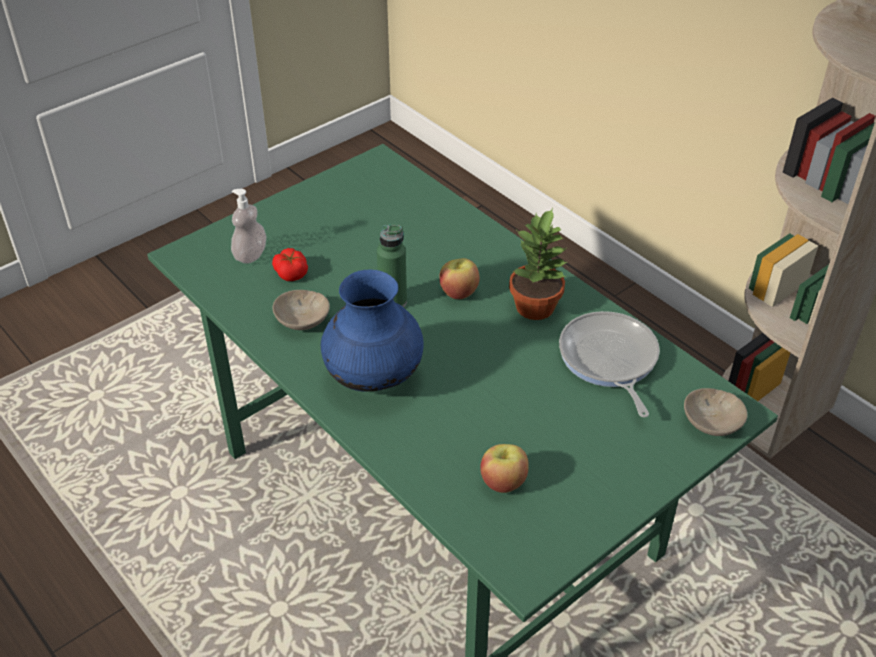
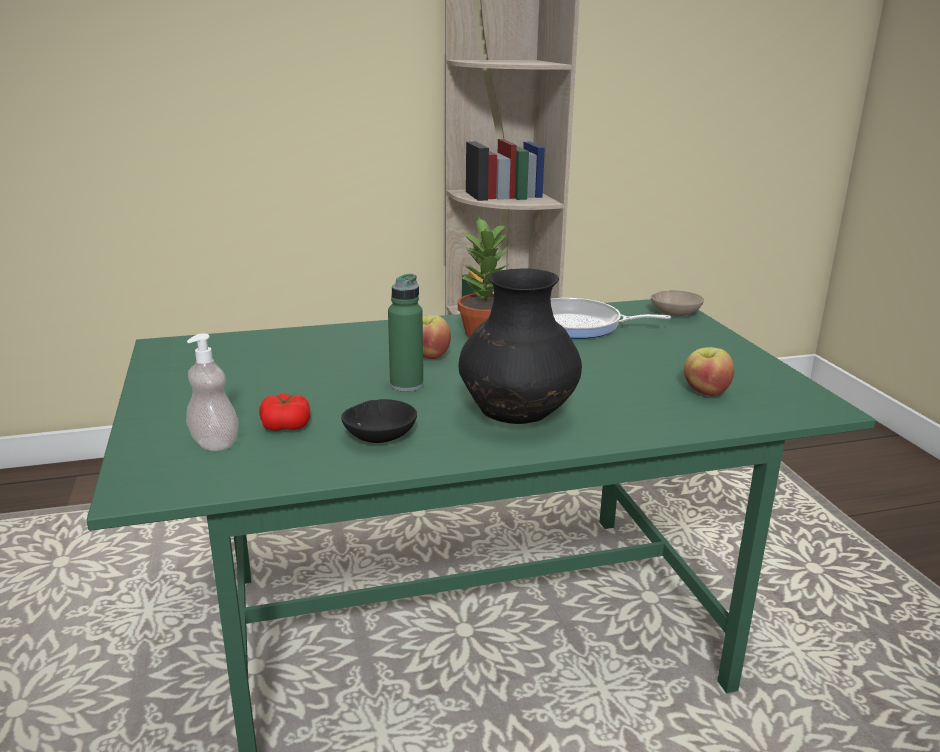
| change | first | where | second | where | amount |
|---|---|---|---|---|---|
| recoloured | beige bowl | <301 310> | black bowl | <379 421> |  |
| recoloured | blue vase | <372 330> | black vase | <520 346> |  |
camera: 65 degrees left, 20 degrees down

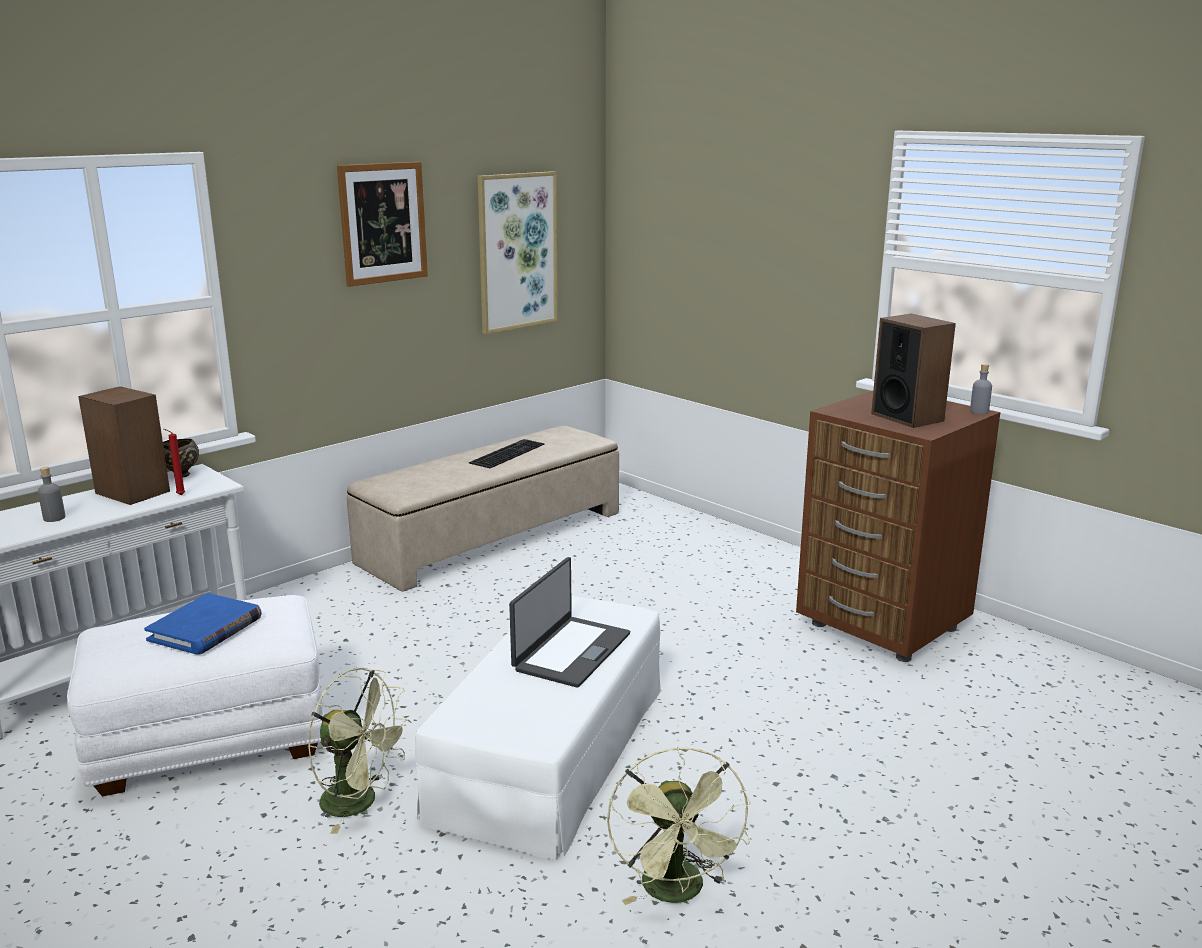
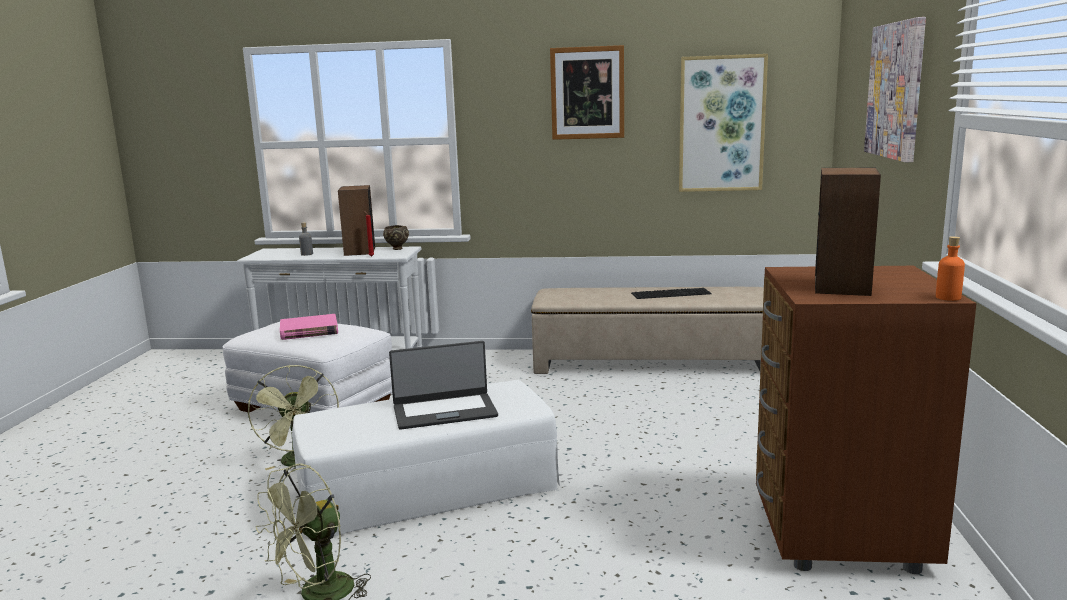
| change | first | where | second | where | amount |
|---|---|---|---|---|---|
| recoloured | blue book | <203 624> | pink book | <309 327> |  |
| added |  |  | picture | <895 89> |  |
| recoloured | grey bottle | <981 389> | orange bottle | <950 268> |  |
camera: 50 degrees right, 5 degrees down

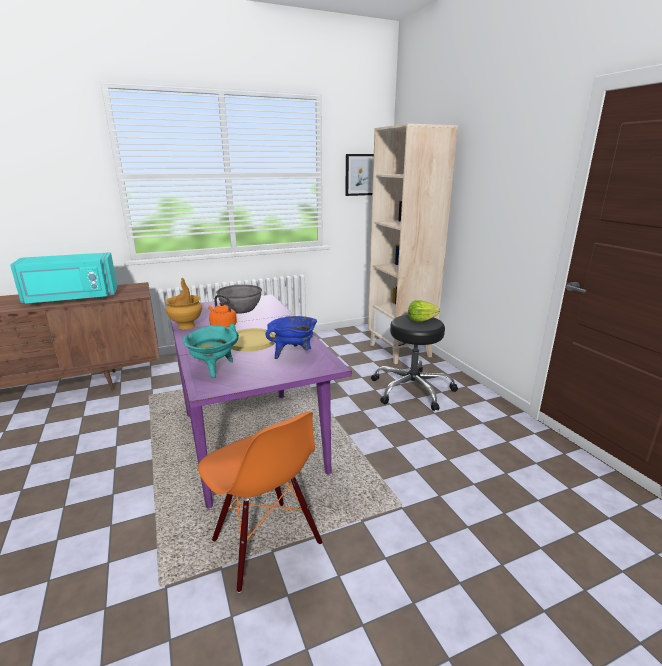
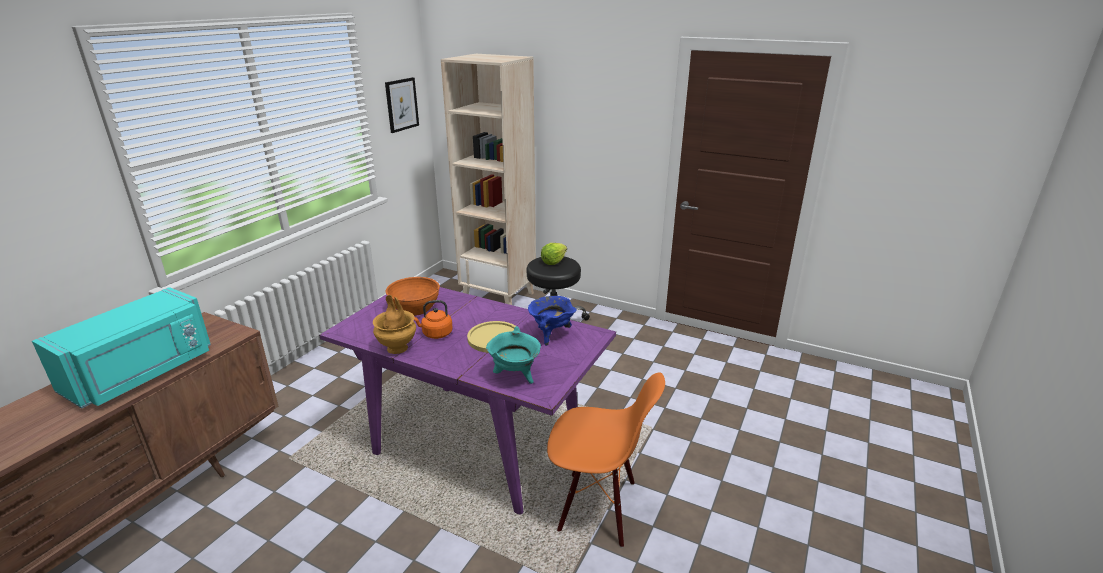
| change | first | where | second | where | amount |
|---|---|---|---|---|---|
| recoloured | grey bowl | <239 299> | orange bowl | <413 296> |  |
camera: 40 degrees left, 5 degrees up

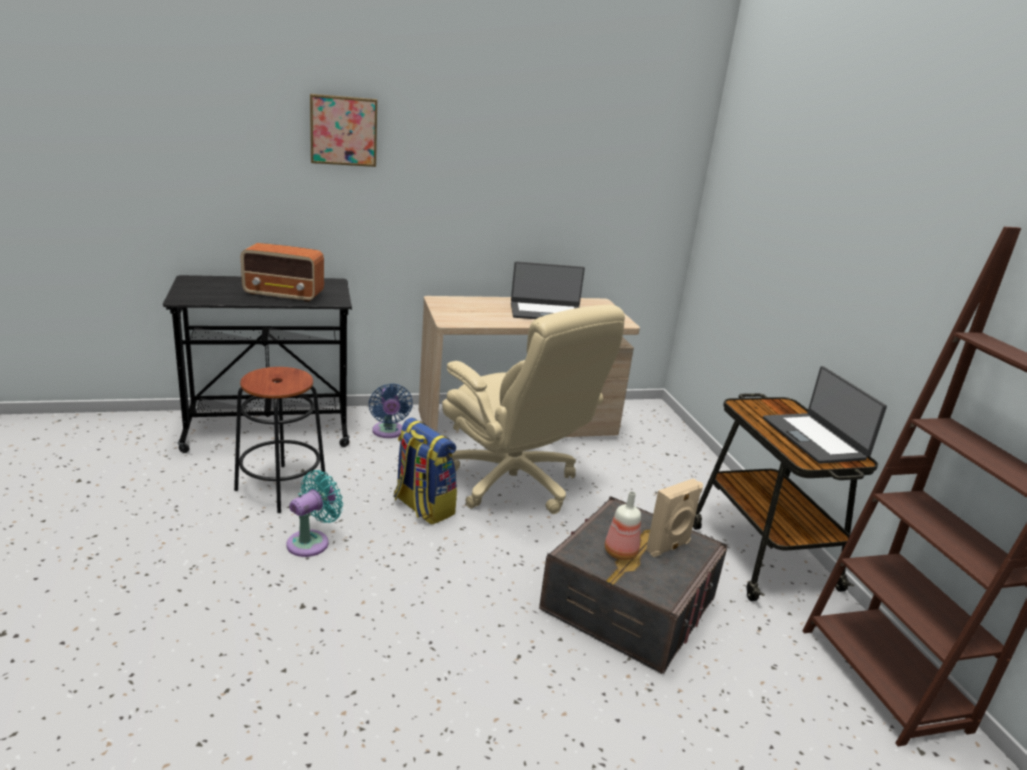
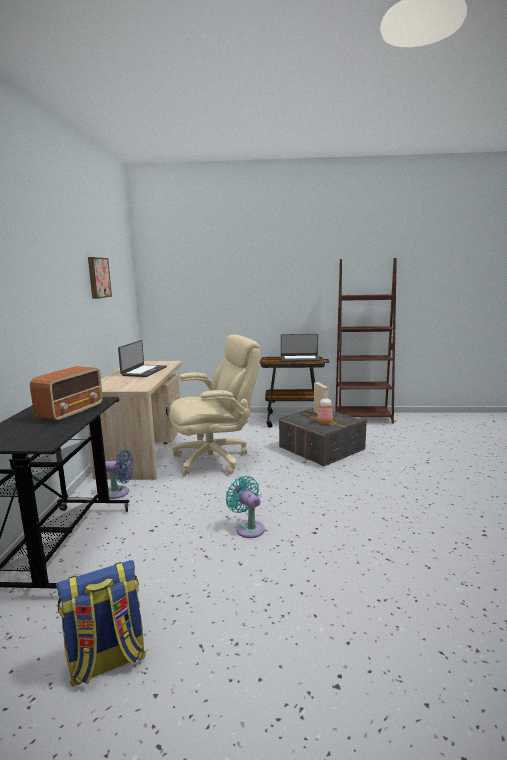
| change | first | where | second | where | amount |
|---|---|---|---|---|---|
| moved | backpack | <425 471> |  | <101 623> |  |
| moved | picture | <343 130> |  | <100 278> |  |
| removed | black stool | <280 440> |  |  |  |
camera: 70 degrees left, 10 degrees down

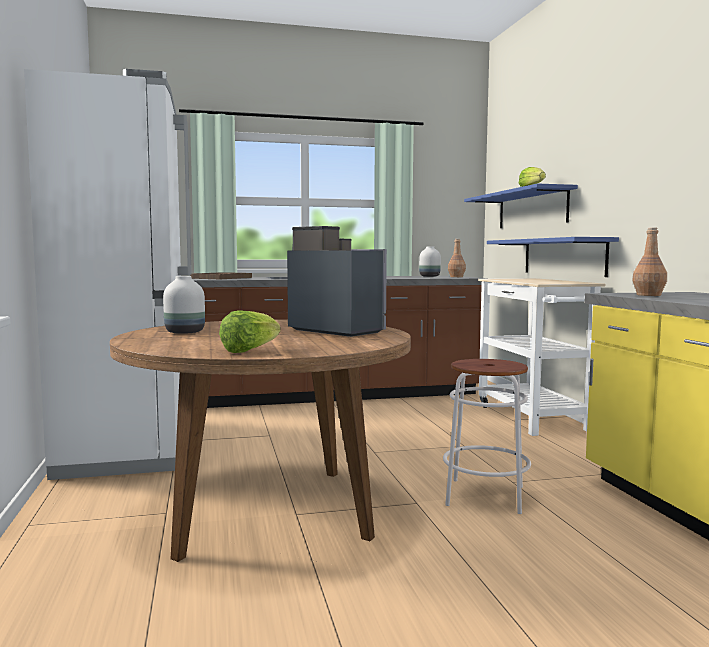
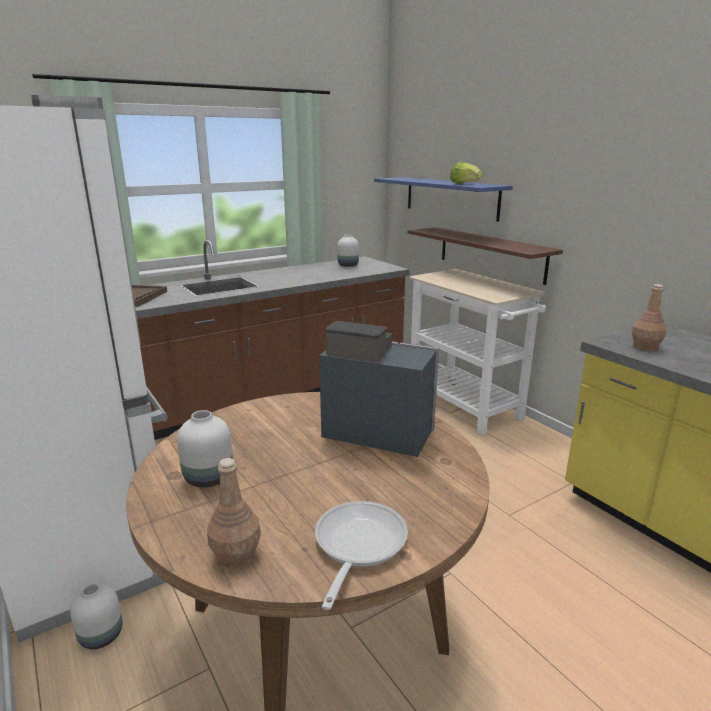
| change | first | where | second | where | amount |
|---|---|---|---|---|---|
| added |  |  | white vase | <96 616> |  |
| moved | brown bottle | <457 258> |  | <234 513> |  |
| replaced | lettuce | <250 331> | frying pan | <361 555> |  |
| recoloured | blue shelf | <553 257> | brown shelf | <485 256> |  |
| removed | white stool | <487 436> |  |  |  |
camera: 20 degrees left, 15 degrees up

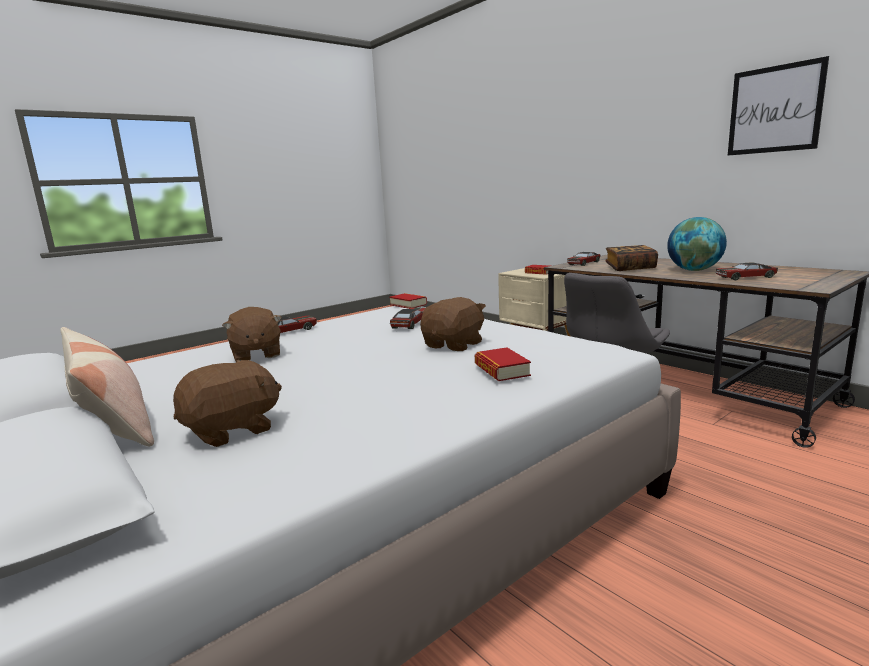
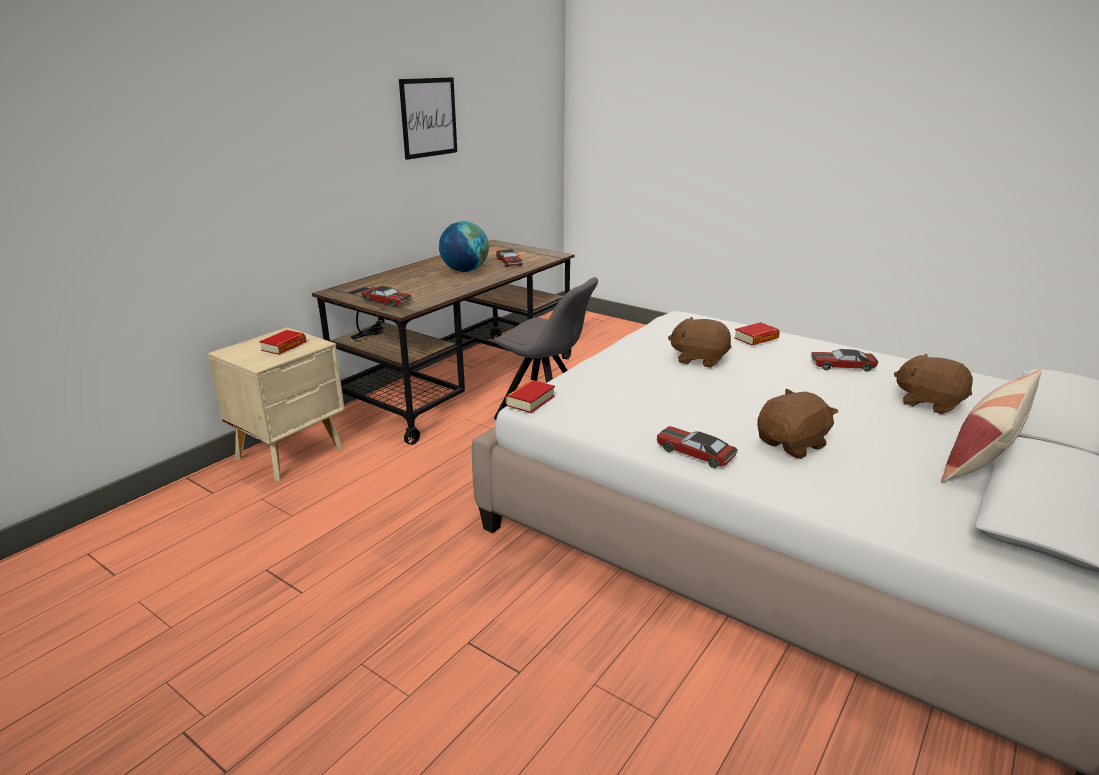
| change | first | where | second | where | amount |
|---|---|---|---|---|---|
| moved | toy car | <407 318> |  | <844 360> |  |
| removed | book | <631 258> |  |  |  |
camera: 105 degrees left, 10 degrees up

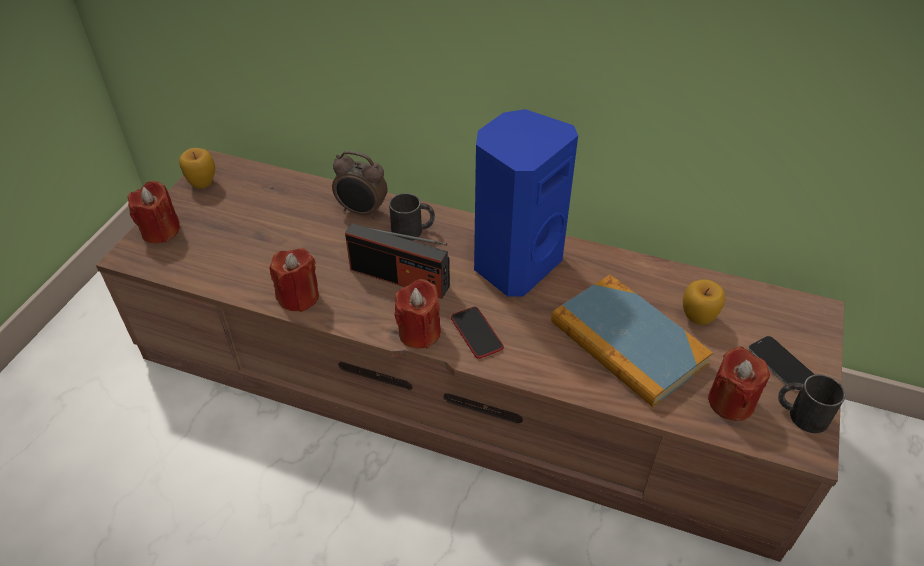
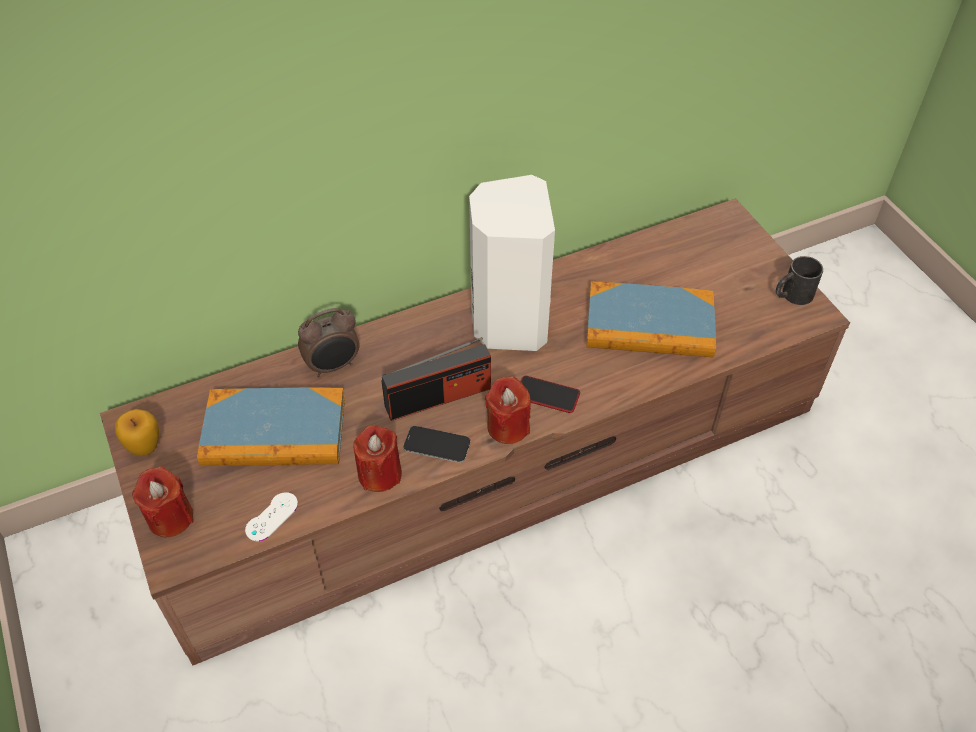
| change | first | where | second | where | amount |
|---|---|---|---|---|---|
| added |  |  | book | <271 427> |  |
| added |  |  | white game controller | <271 516> |  |
| moved | phone | <781 363> |  | <436 444> |  |
| recoloured | blue speaker | <526 203> | white speaker | <512 263> |  |
| removed | black mug | <412 217> |  |  |  |
| removed | apple | <704 302> |  |  |  |
| removed | red candle | <739 383> |  |  |  |
camera: 45 degrees left, 5 degrees up

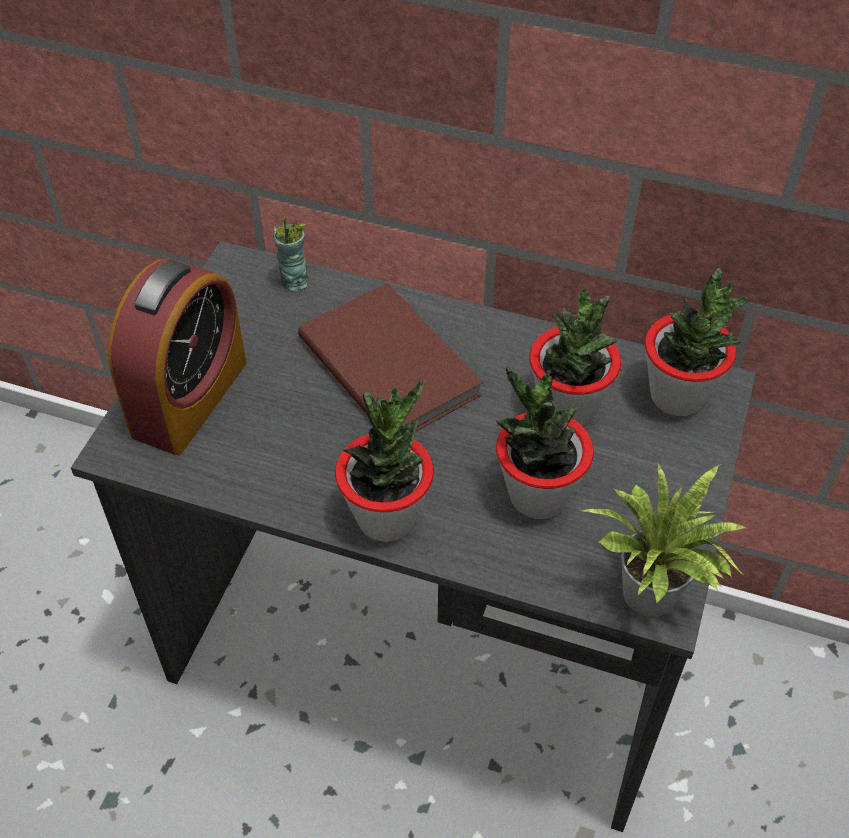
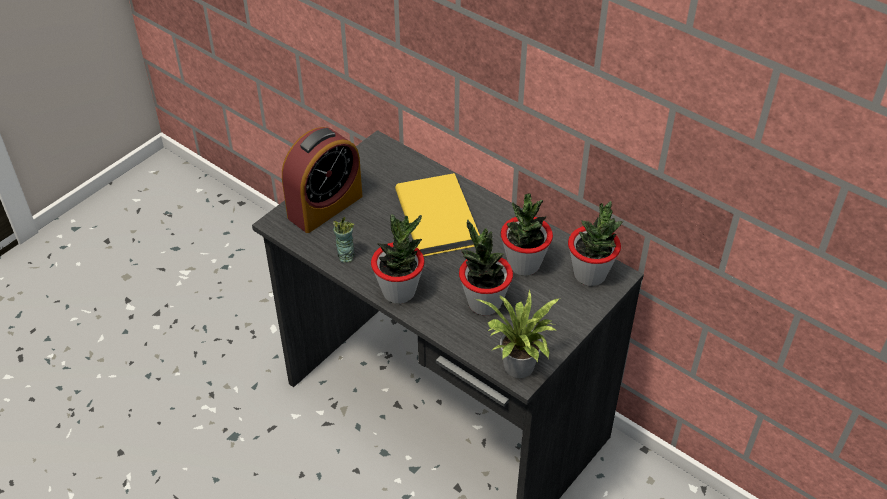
| change | first | where | second | where | amount |
|---|---|---|---|---|---|
| moved | cup | <290 254> |  | <344 240> |  |
| recoloured | brown book | <390 357> | yellow book | <437 214> |  |
camera: 20 degrees right, 5 degrees down

